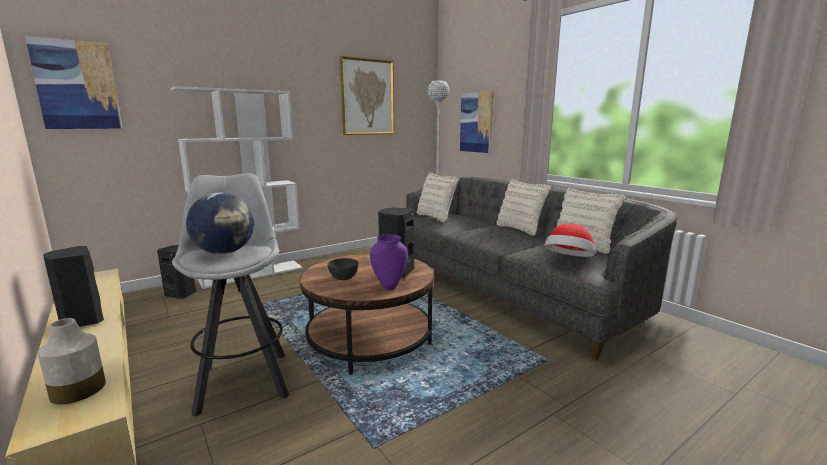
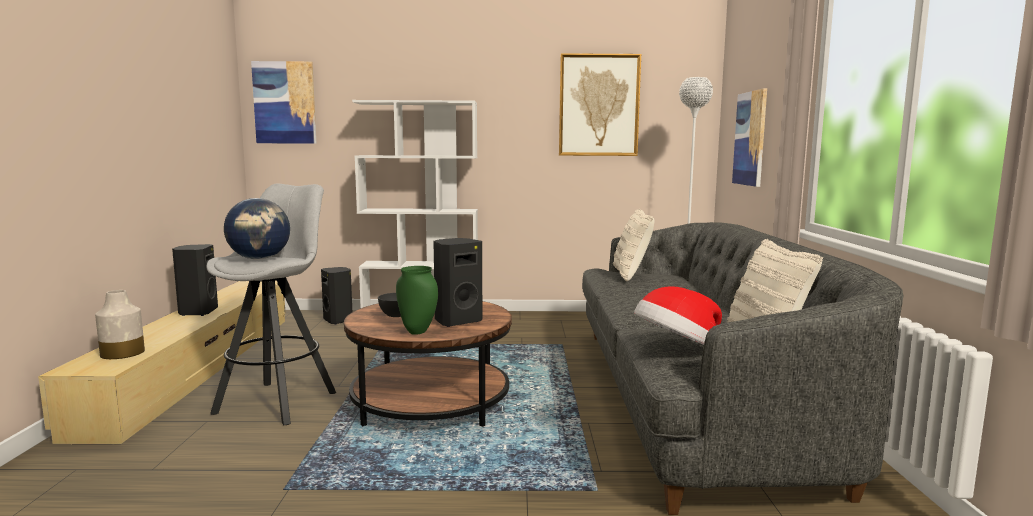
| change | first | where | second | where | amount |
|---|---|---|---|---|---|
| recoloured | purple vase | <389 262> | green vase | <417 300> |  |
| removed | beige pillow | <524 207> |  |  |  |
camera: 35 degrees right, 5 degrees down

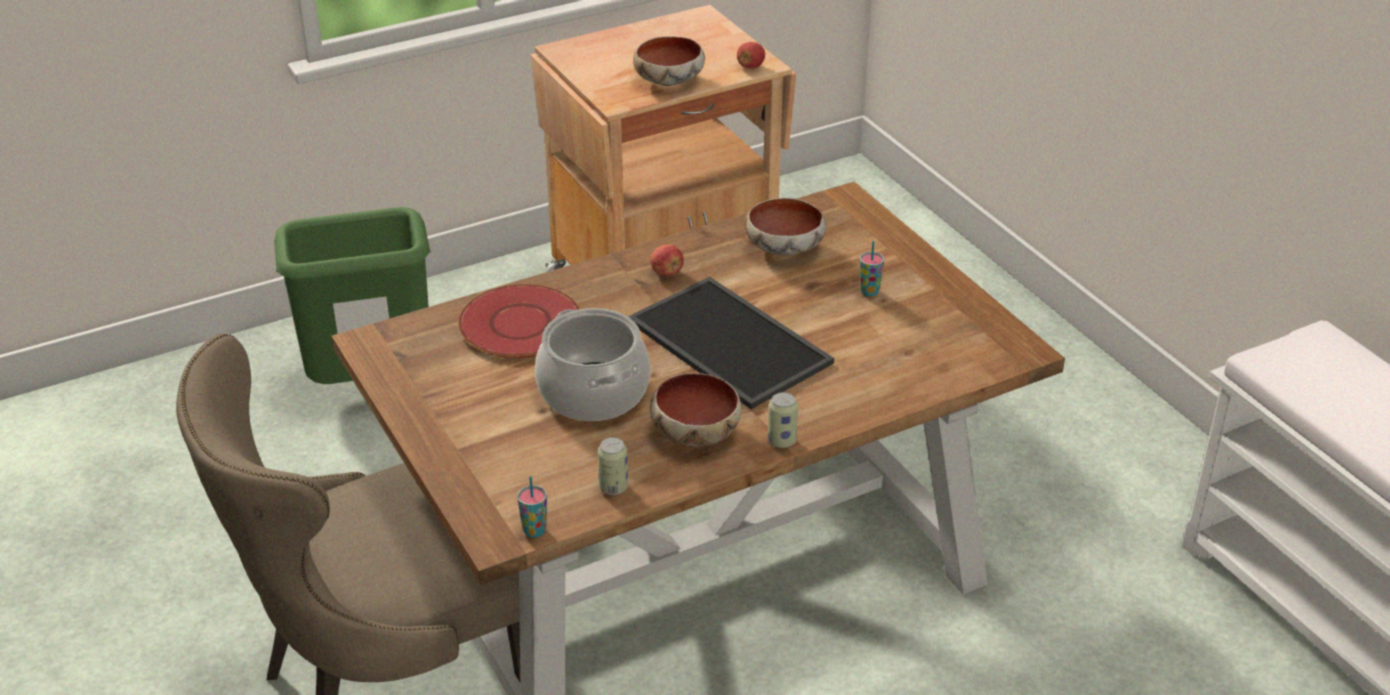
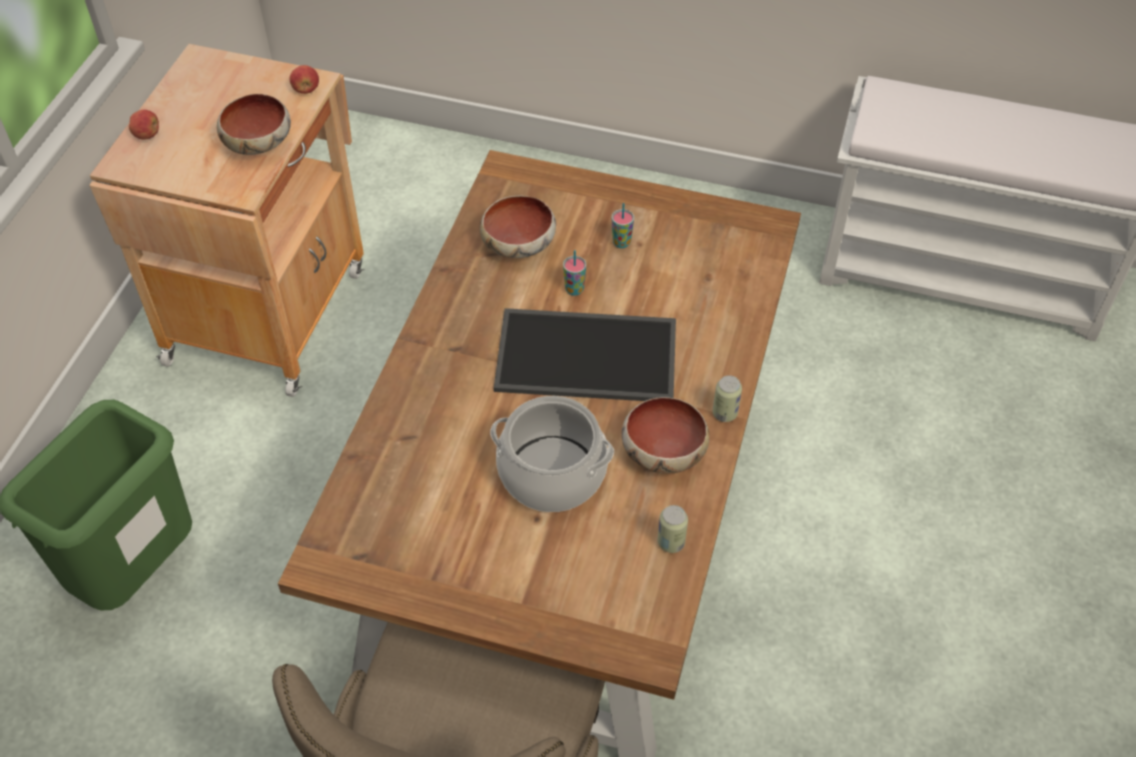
| change | first | where | second | where | amount |
|---|---|---|---|---|---|
| moved | apple | <667 261> |  | <144 124> |  |
| moved | cup | <532 507> |  | <574 273> |  |
| removed | red plate | <519 321> |  |  |  |
camera: 45 degrees left, 15 degrees up

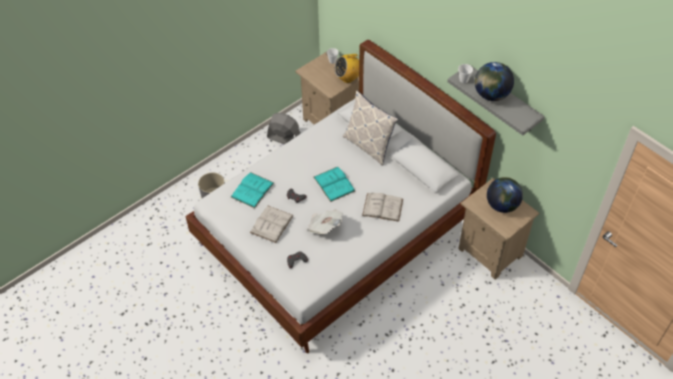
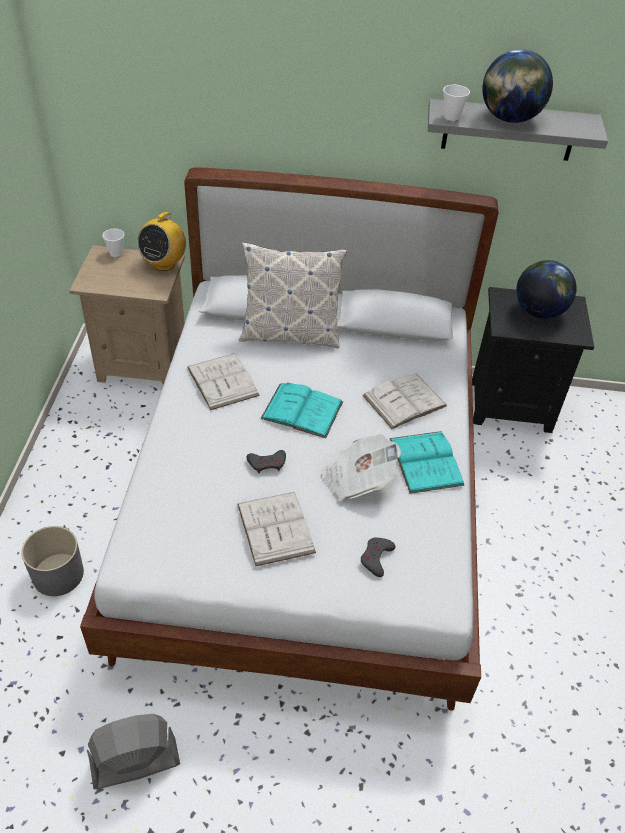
| change | first | where | second | where | amount |
|---|---|---|---|---|---|
| moved | grey fan | <283 128> |  | <133 751> |  |
| added |  |  | white book | <223 381> |  |
| moved | turquoise book | <252 190> |  | <427 462> |  |
| recoloured | beige nightstand | <498 229> | black nightstand | <533 360> |  |
camera: 45 degrees left, 5 degrees down

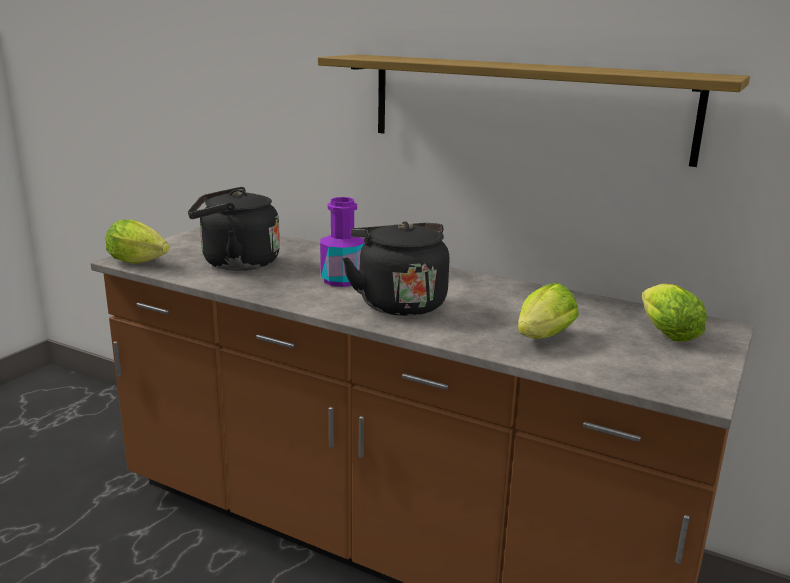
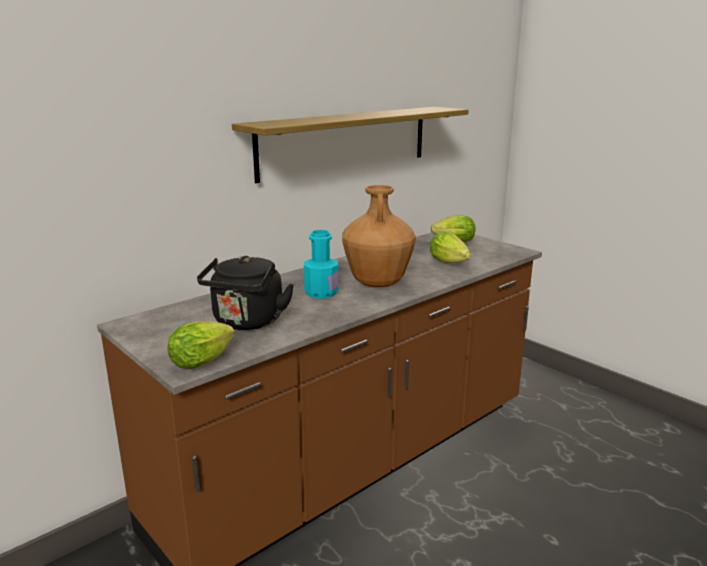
| change | first | where | second | where | amount |
|---|---|---|---|---|---|
| recoloured | purple bottle | <342 242> | turquoise bottle | <321 264> |  |
| replaced | black kettle | <395 268> | brown vase | <379 236> |  |
camera: 70 degrees left, 0 degrees up

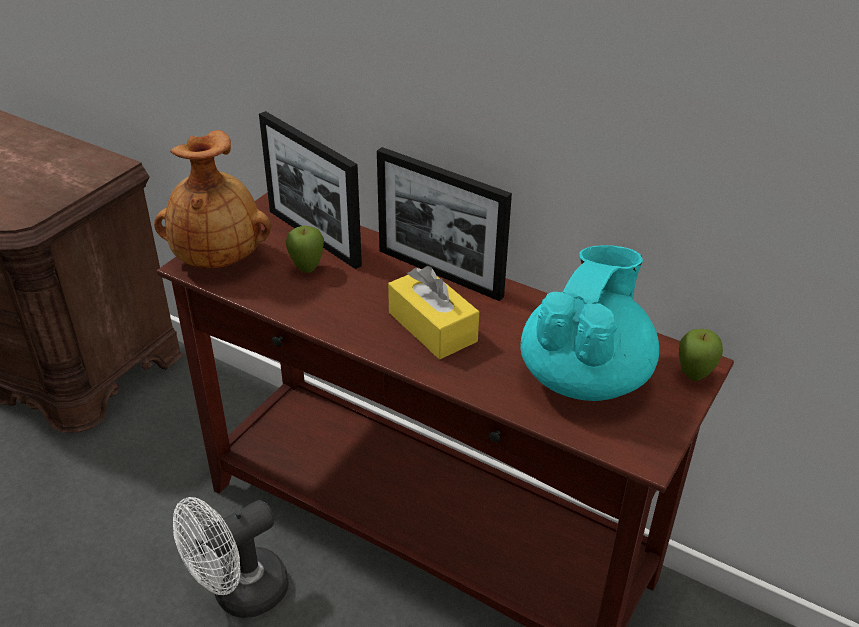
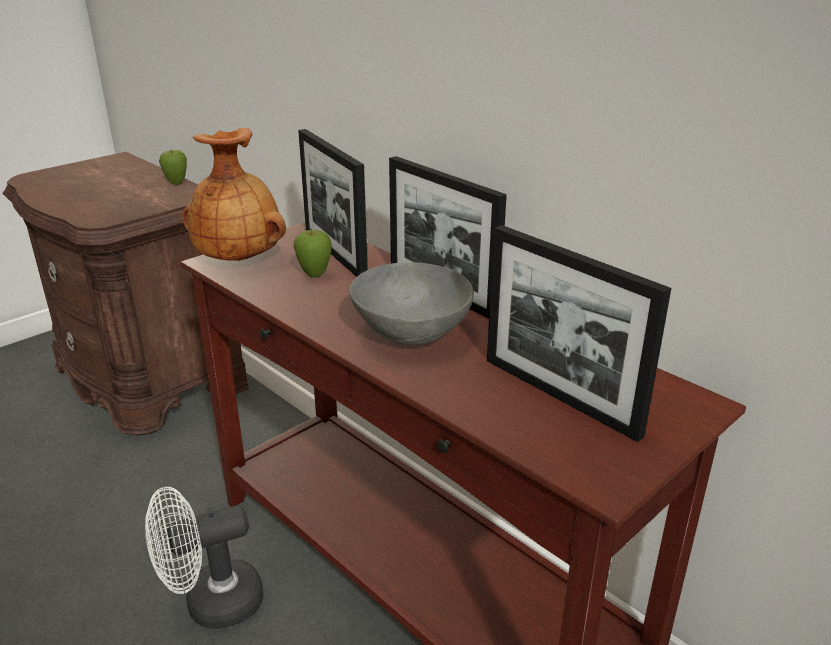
| change | first | where | second | where | amount |
|---|---|---|---|---|---|
| moved | apple | <701 355> |  | <173 167> |  |
| replaced | yellow tissue box | <433 312> | grey bowl | <411 304> |  |
| replaced | turquoise teapot | <589 323> | picture frame | <579 333> |  |
camera: 15 degrees right, 10 degrees down

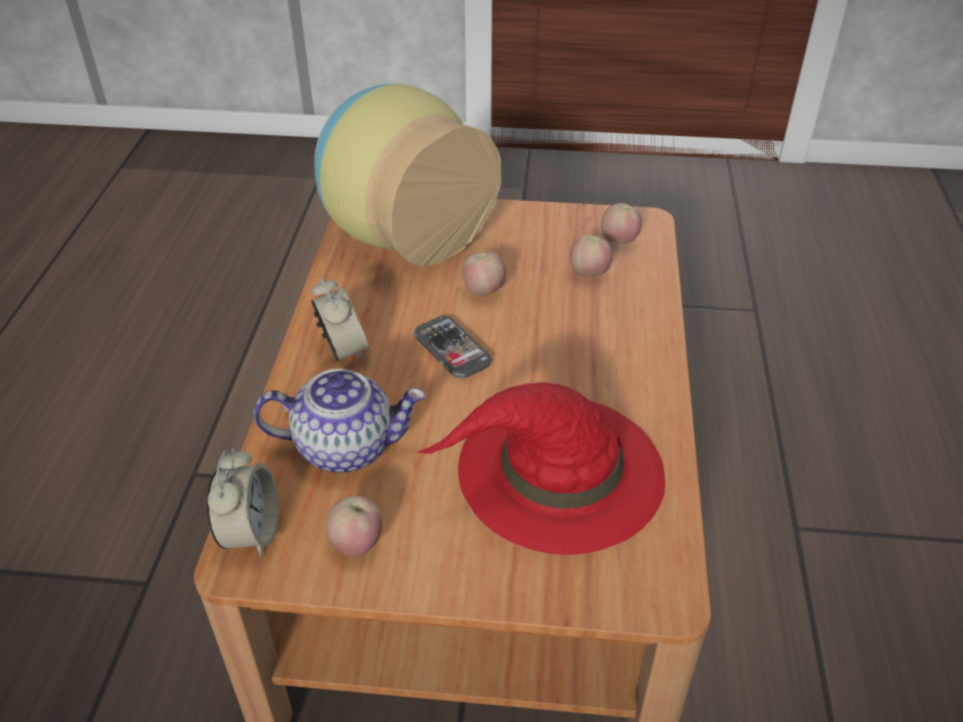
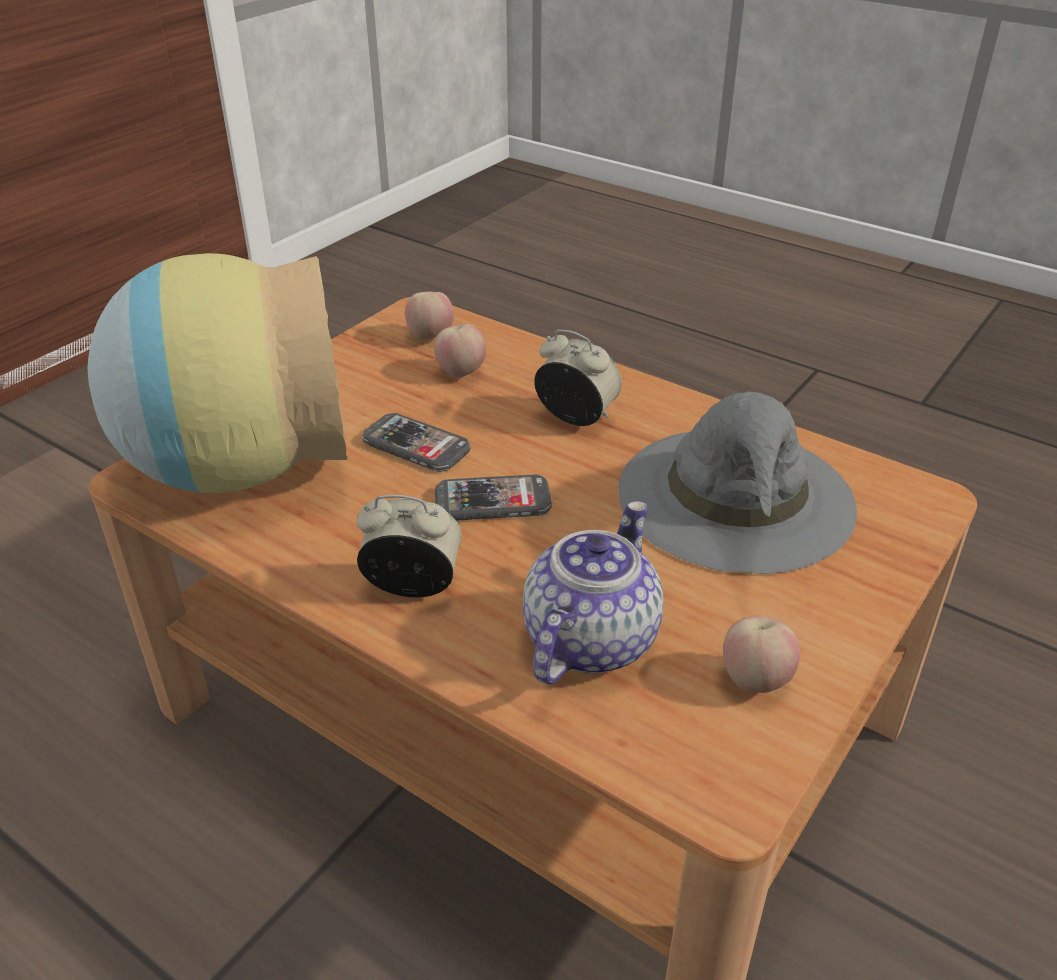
| change | first | where | second | where | amount |
|---|---|---|---|---|---|
| replaced | apple | <484 274> | phone | <416 442> |  |
| moved | alarm clock | <243 502> |  | <578 378> |  |
| recoloured | red hat | <541 468> | grey hat | <738 483> |  |
camera: 60 degrees left, 5 degrees down

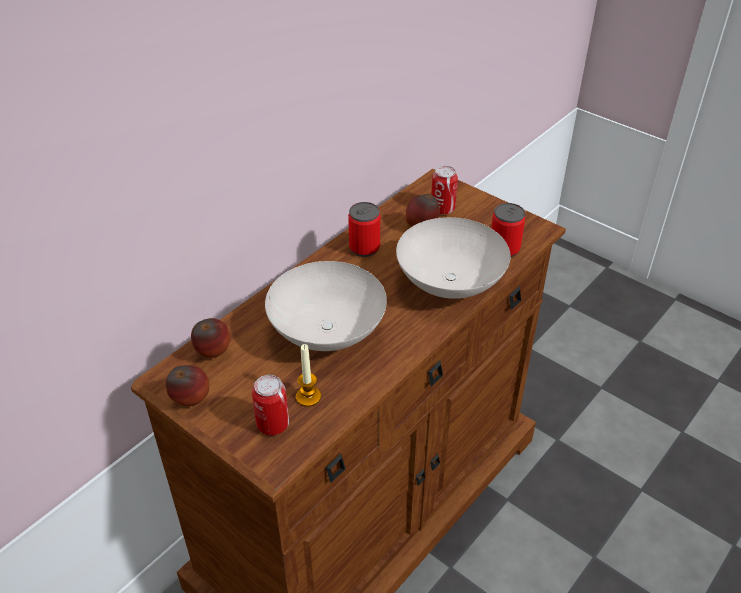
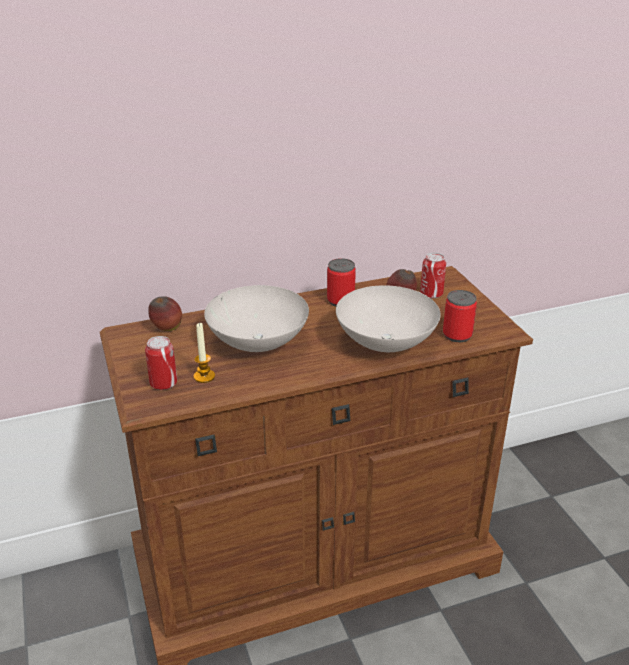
| change | first | where | second | where | amount |
|---|---|---|---|---|---|
| removed | apple | <187 385> |  |  |  |
camera: 30 degrees right, 10 degrees down

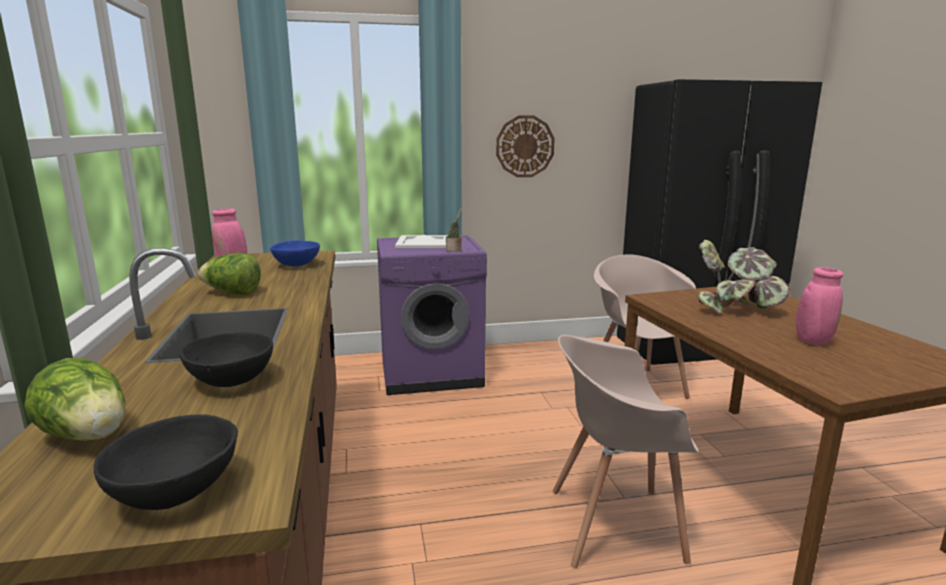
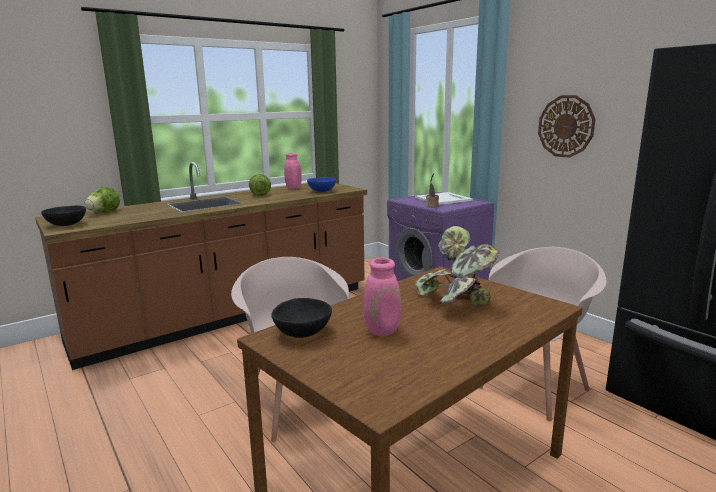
| change | first | where | second | where | amount |
|---|---|---|---|---|---|
| moved | black bowl | <226 359> |  | <301 318> |  |
camera: 65 degrees right, 0 degrees up

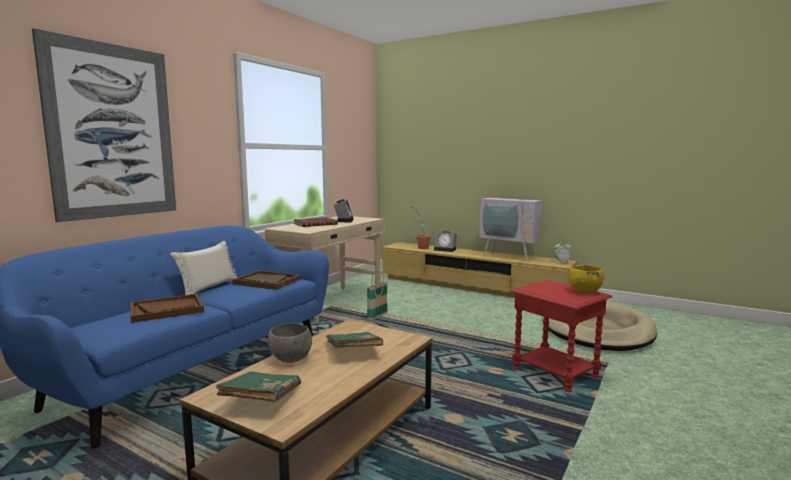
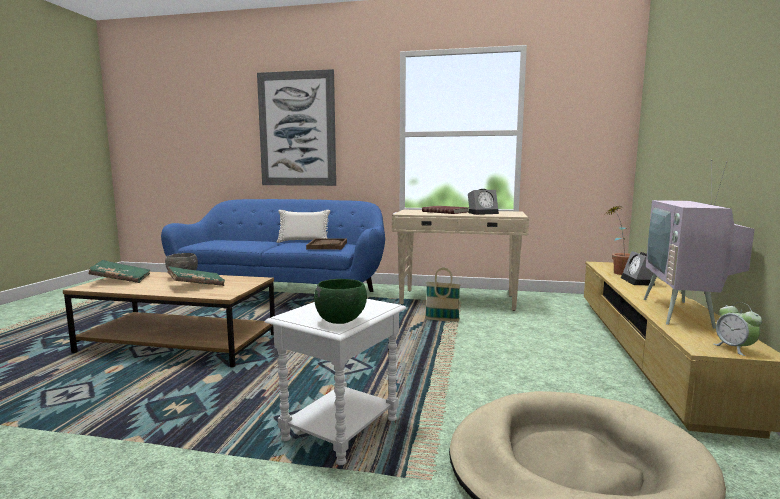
| change | first | where | second | where | amount |
|---|---|---|---|---|---|
| recoloured | red side table | <561 336> | white side table | <335 382> |  |
| recoloured | yellow bowl | <586 279> | green bowl | <340 301> |  |
| removed | brown tray | <167 308> |  |  |  |
camera: 70 degrees right, 0 degrees up

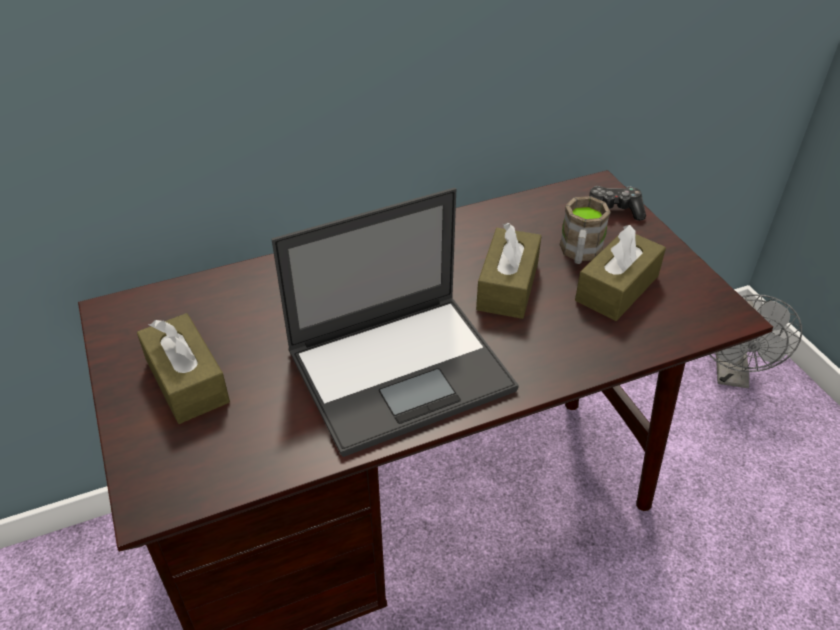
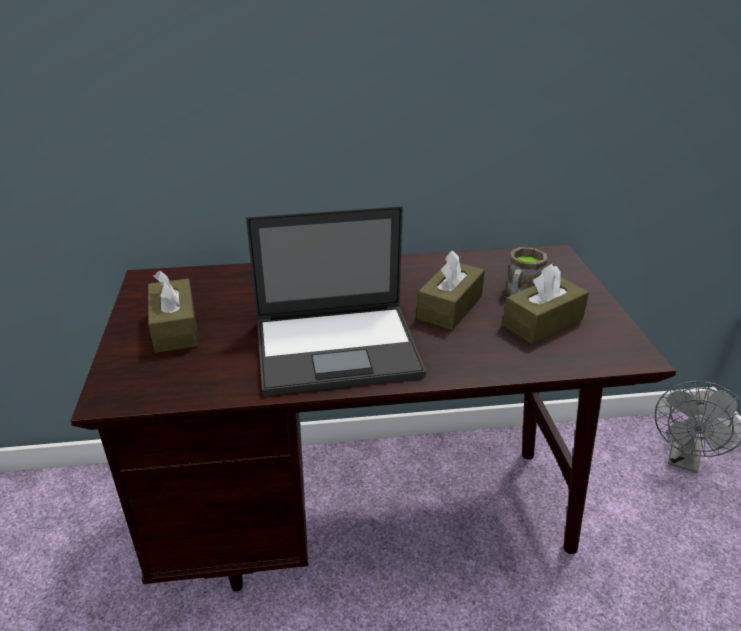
| change | first | where | second | where | amount |
|---|---|---|---|---|---|
| removed | game controller | <617 203> |  |  |  |
camera: 15 degrees right, 10 degrees down

